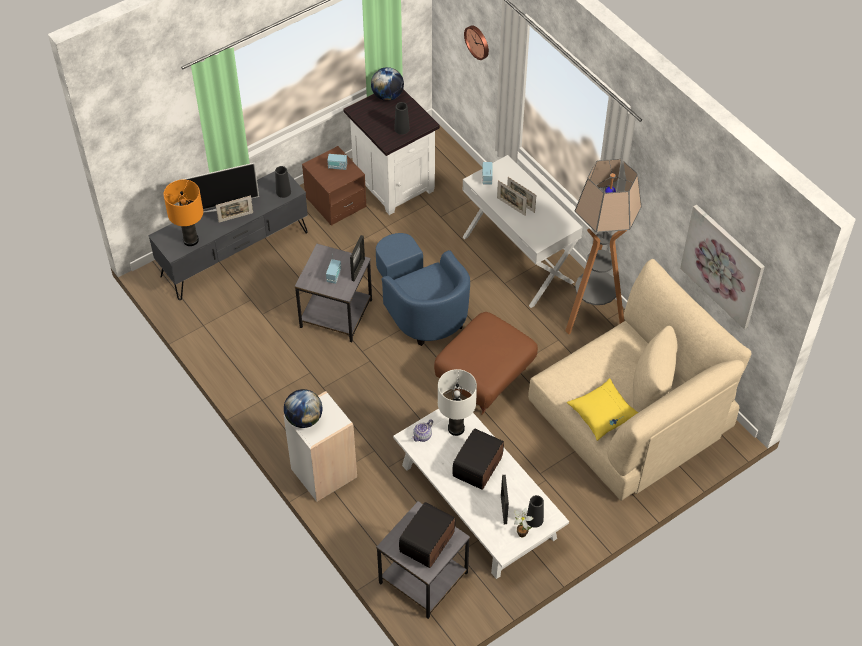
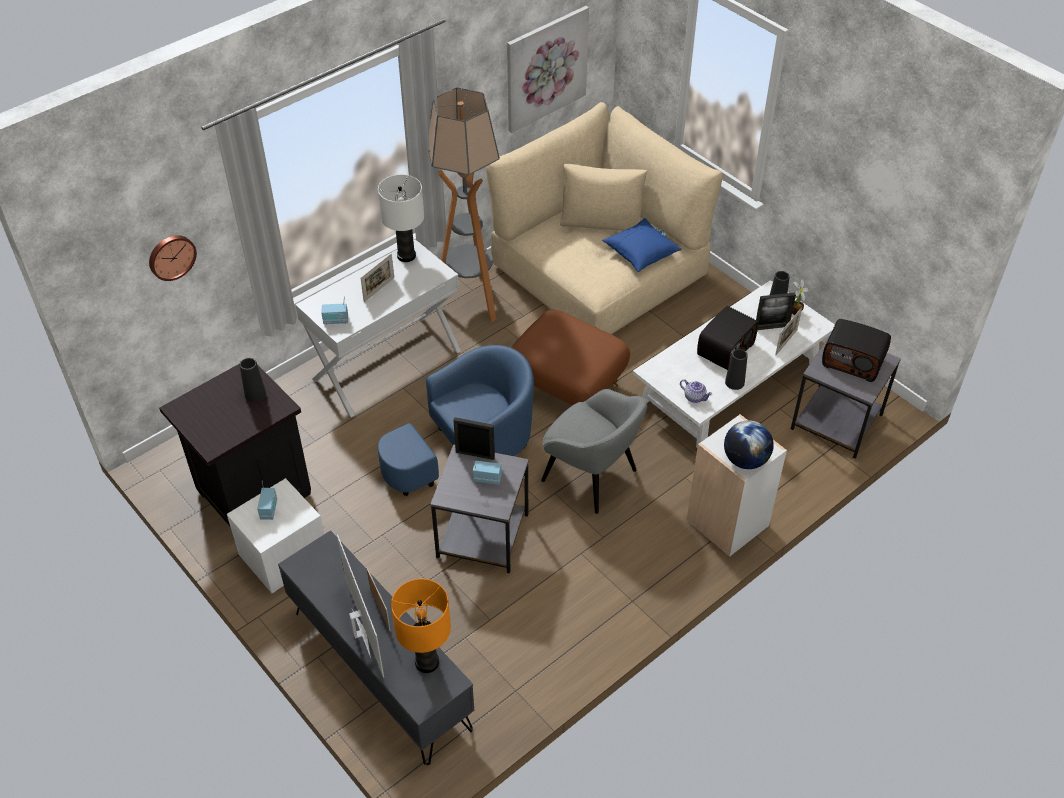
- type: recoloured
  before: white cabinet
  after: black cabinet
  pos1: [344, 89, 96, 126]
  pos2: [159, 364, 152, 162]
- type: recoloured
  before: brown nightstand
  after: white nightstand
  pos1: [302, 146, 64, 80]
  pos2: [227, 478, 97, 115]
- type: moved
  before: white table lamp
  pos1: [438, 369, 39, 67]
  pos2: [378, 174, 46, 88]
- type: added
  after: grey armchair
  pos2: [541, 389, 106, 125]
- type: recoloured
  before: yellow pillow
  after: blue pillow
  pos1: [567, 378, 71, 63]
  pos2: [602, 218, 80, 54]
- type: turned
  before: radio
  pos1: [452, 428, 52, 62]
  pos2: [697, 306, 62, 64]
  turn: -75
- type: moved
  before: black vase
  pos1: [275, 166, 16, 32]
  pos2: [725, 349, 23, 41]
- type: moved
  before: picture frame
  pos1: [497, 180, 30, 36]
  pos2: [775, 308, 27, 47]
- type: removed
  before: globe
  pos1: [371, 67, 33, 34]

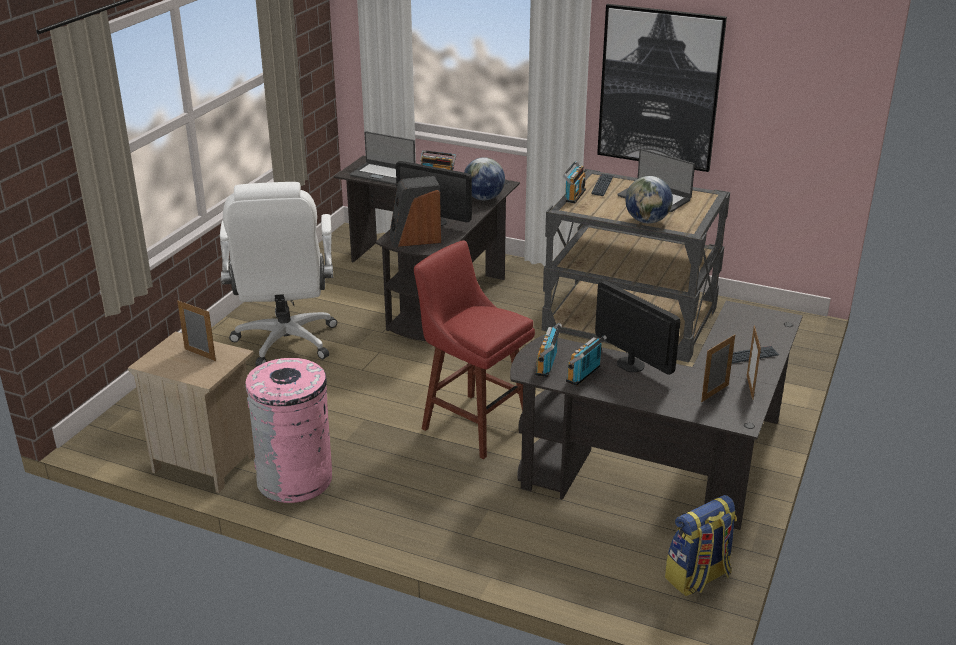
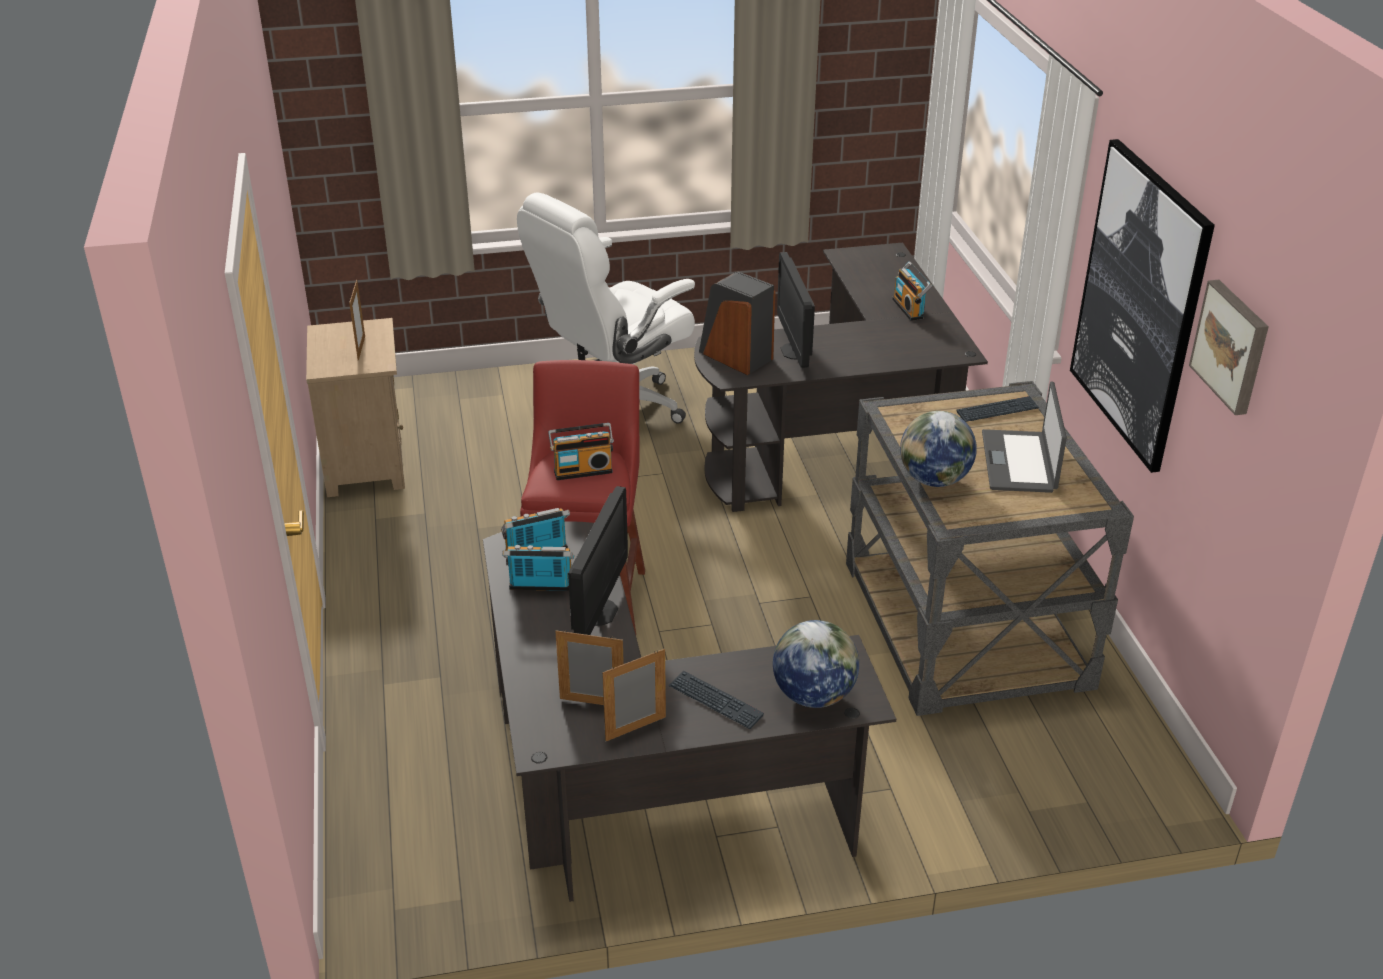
- type: moved
  before: radio
  pos1: [563, 161, 23, 42]
  pos2: [548, 423, 66, 57]
- type: moved
  before: globe
  pos1: [464, 157, 41, 43]
  pos2: [773, 620, 86, 88]
- type: added
  after: picture
  pos2: [1189, 280, 80, 135]
- type: removed
  before: pink trash can
  pos1: [245, 358, 87, 145]
- type: removed
  before: laptop
  pos1: [349, 131, 66, 54]
- type: removed
  before: backpack
  pos1: [665, 495, 72, 101]

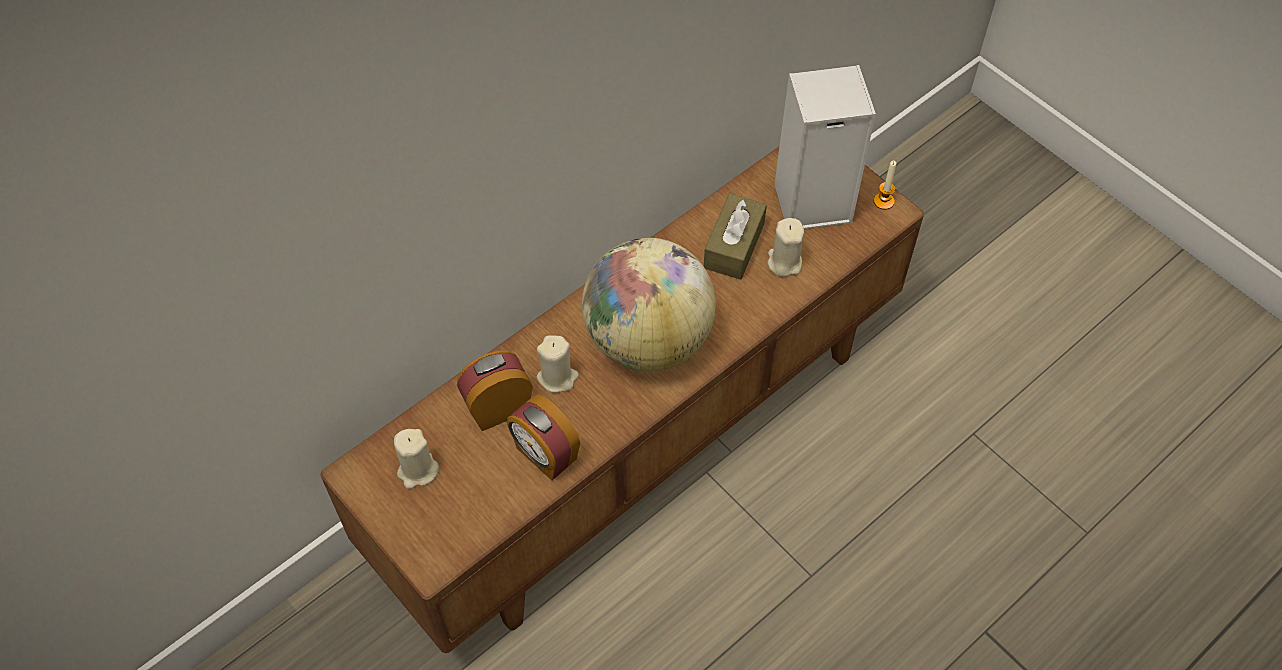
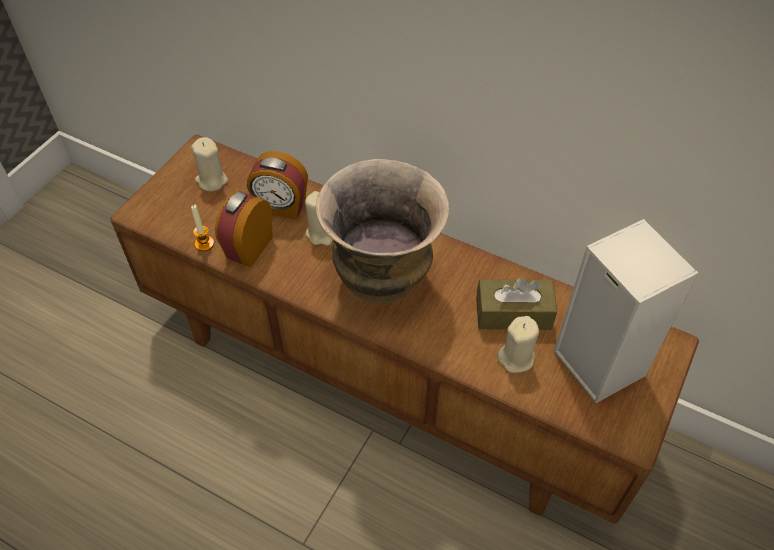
- type: moved
  before: candle
  pos1: [874, 161, 22, 49]
  pos2: [191, 204, 23, 47]
- type: turned
  before: alarm clock
  pos1: [457, 351, 76, 80]
  pos2: [247, 151, 61, 69]
  turn: 150
- type: replaced
  before: globe
  after: vase
  pos1: [582, 238, 134, 134]
  pos2: [316, 159, 134, 146]

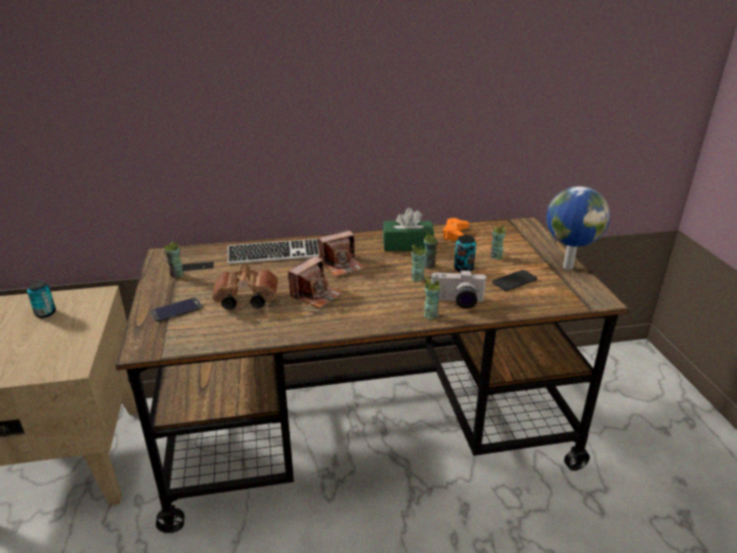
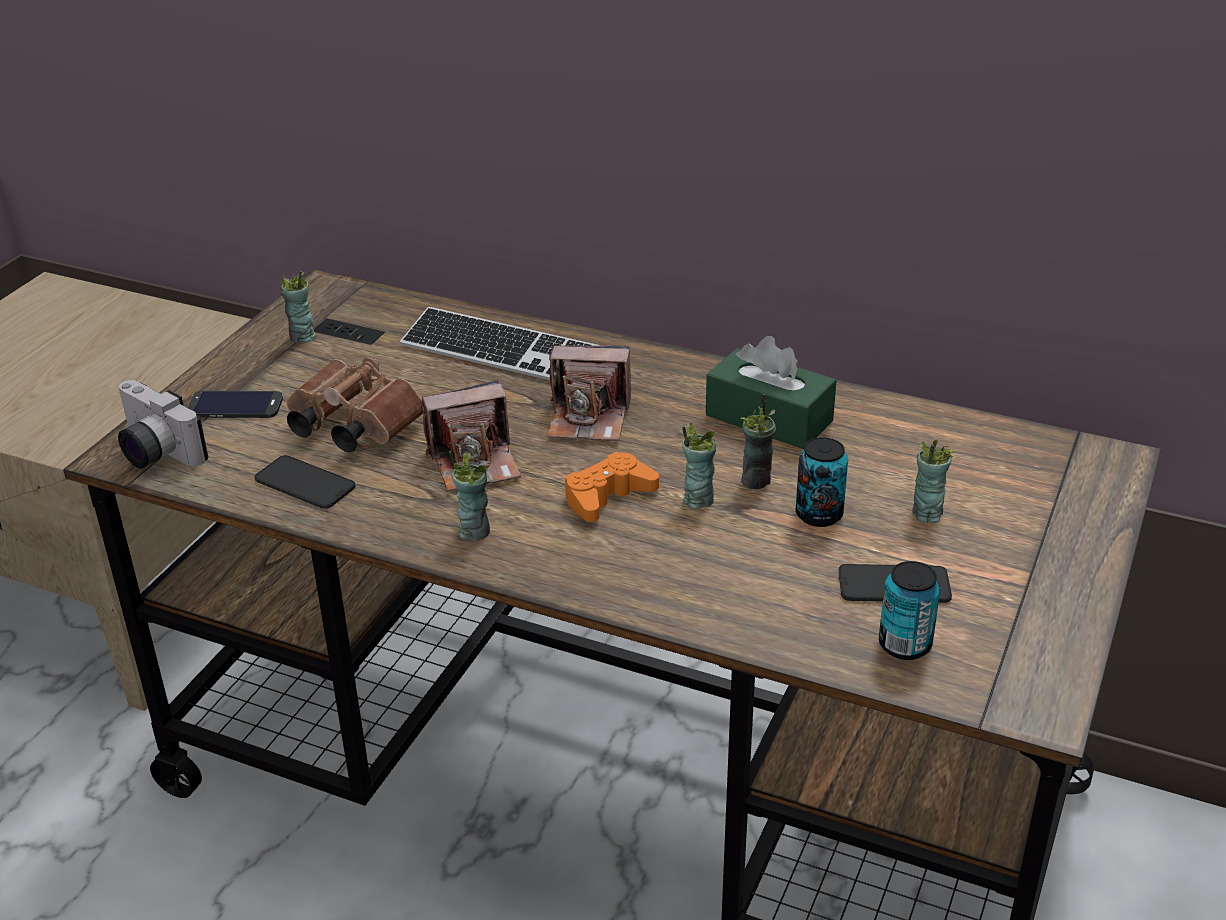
- type: moved
  before: photo camera
  pos1: [431, 270, 56, 39]
  pos2: [118, 380, 90, 89]
- type: added
  after: phone
  pos2: [255, 455, 100, 54]
- type: moved
  before: cup
  pos1: [424, 278, 17, 42]
  pos2: [449, 451, 41, 90]
- type: moved
  before: orange game controller
  pos1: [442, 218, 27, 23]
  pos2: [565, 452, 94, 70]
- type: moved
  before: can
  pos1: [27, 281, 29, 37]
  pos2: [879, 561, 61, 99]
- type: removed
  before: globe
  pos1: [546, 186, 64, 84]

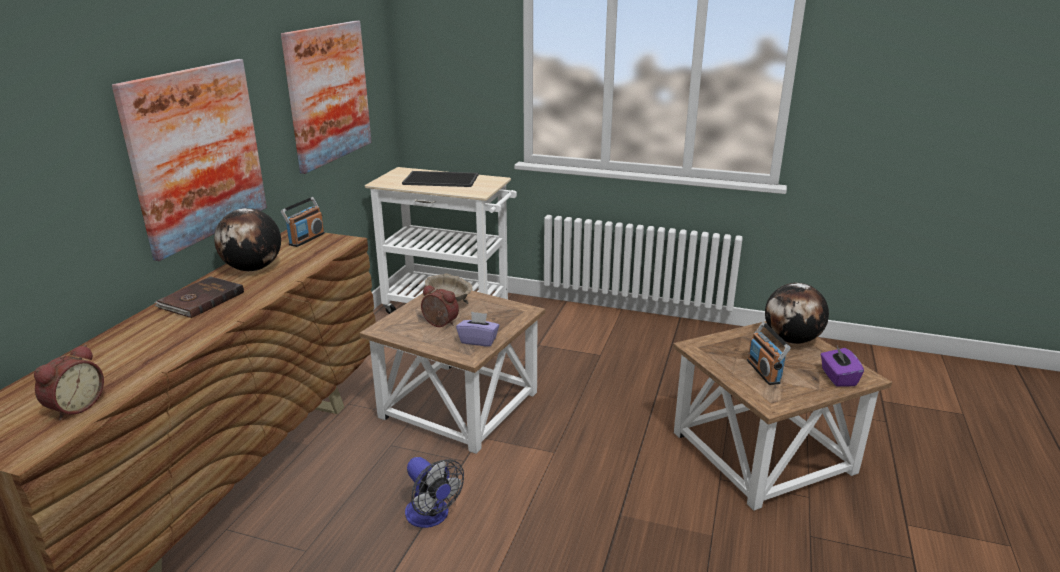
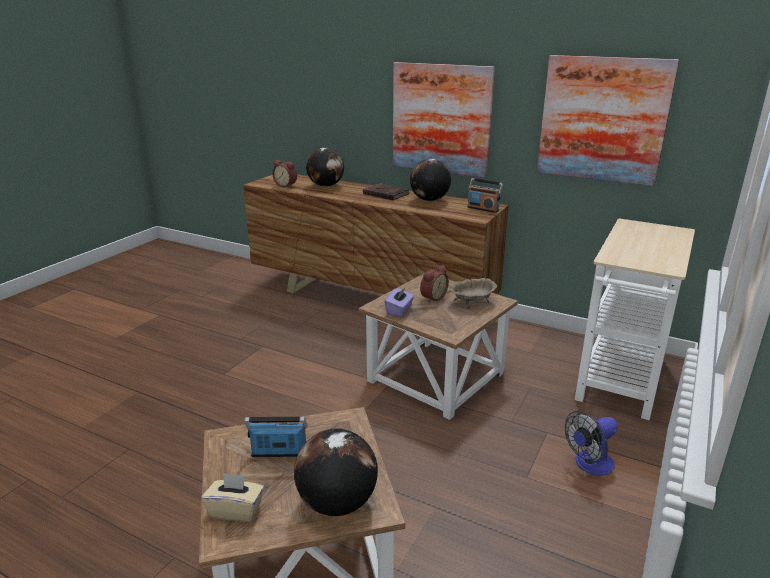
- type: recoloured
  before: purple tissue box
  after: beige tissue box
  pos1: [821, 346, 43, 41]
  pos2: [201, 473, 63, 49]
- type: added
  after: globe
  pos2: [306, 148, 38, 39]
- type: moved
  before: fan
  pos1: [405, 457, 59, 71]
  pos2: [565, 411, 53, 64]
- type: removed
  before: tray
  pos1: [402, 171, 76, 16]

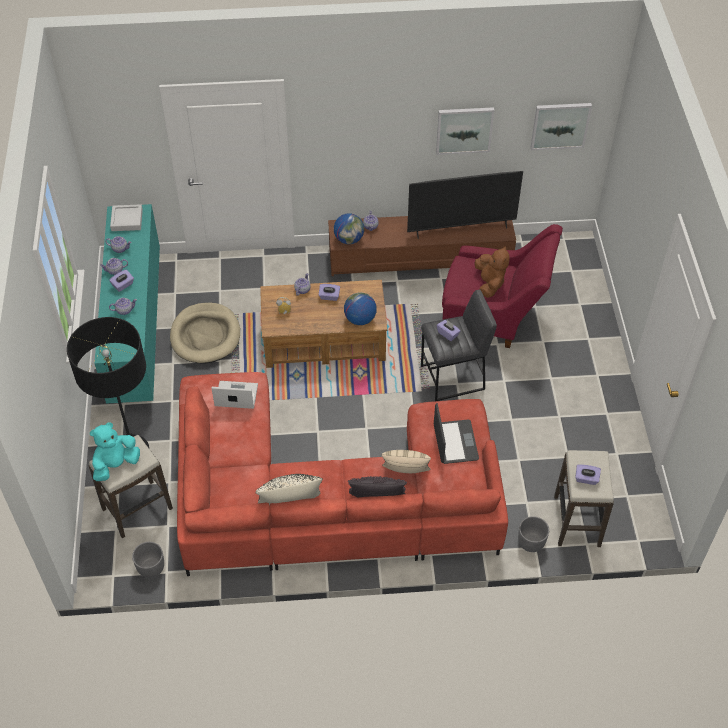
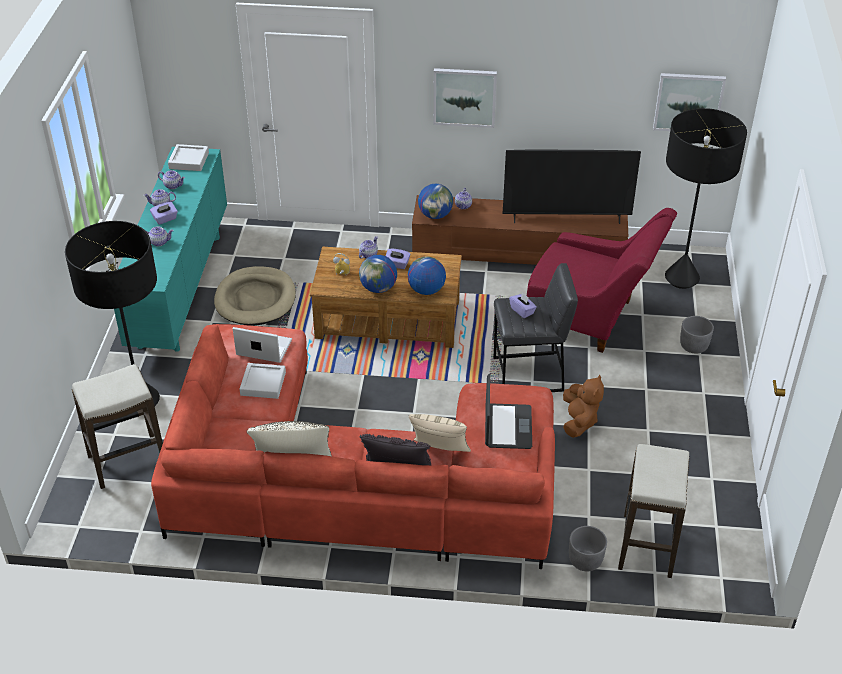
- type: added
  after: grey tray
  pos2: [239, 363, 47, 36]
- type: added
  after: globe
  pos2: [359, 255, 38, 38]
- type: moved
  before: picture
  pos1: [436, 107, 58, 48]
  pos2: [433, 68, 64, 60]
- type: moved
  before: brown plush toy
  pos1: [475, 246, 34, 52]
  pos2: [563, 375, 41, 63]
- type: added
  after: black floor lamp
  pos2: [665, 108, 82, 181]
- type: moved
  before: grey planter
  pos1: [132, 542, 32, 36]
  pos2: [680, 316, 34, 37]
- type: removed
  before: turquoise plush toy
  pos1: [90, 422, 50, 59]
- type: removed
  before: purple tissue box
  pos1: [575, 464, 26, 21]

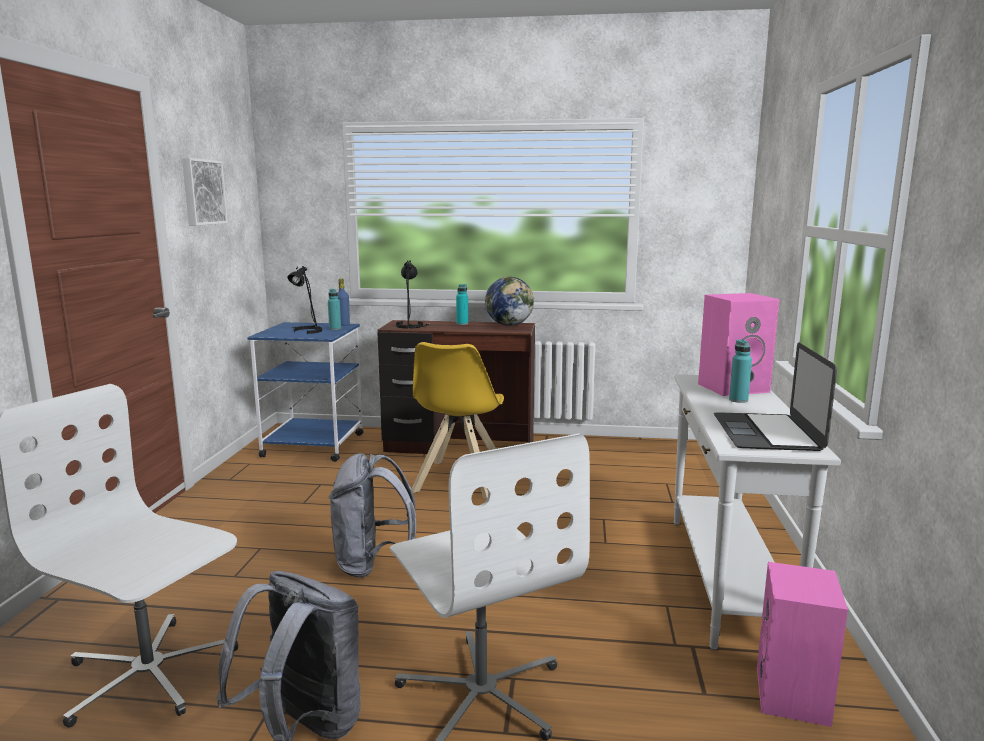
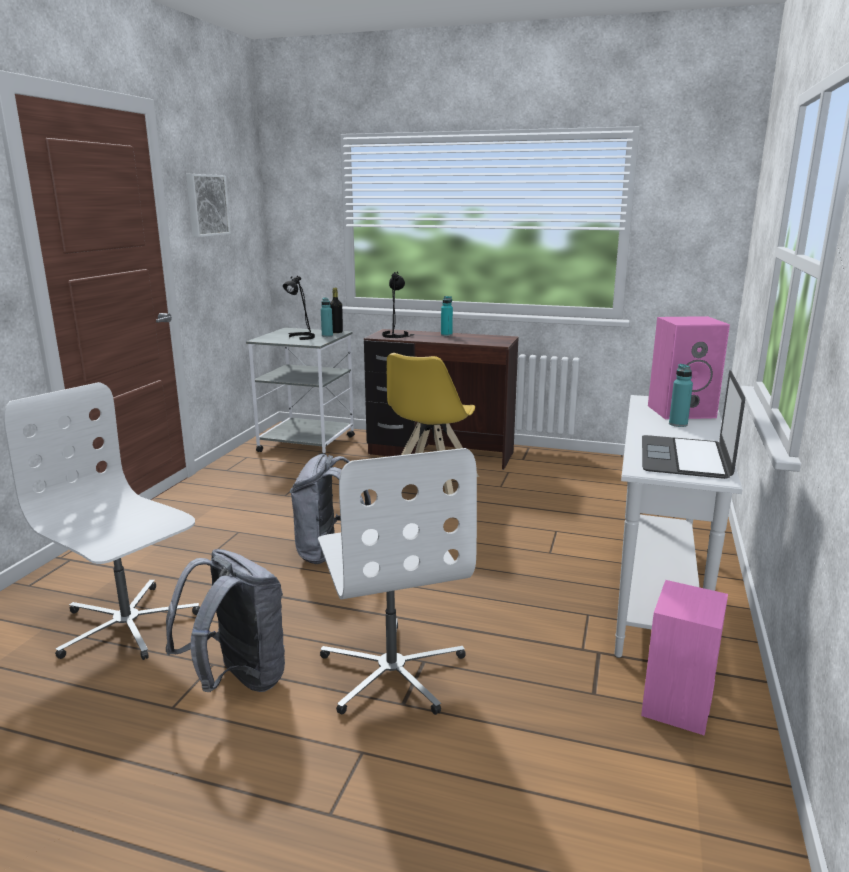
- type: recoloured
  before: blue cart
  after: grey cart
  pos1: [247, 322, 117, 140]
  pos2: [246, 328, 109, 126]
- type: recoloured
  before: blue bottle
  after: black bottle
  pos1: [338, 278, 12, 48]
  pos2: [330, 288, 13, 45]
- type: removed
  before: globe
  pos1: [485, 277, 49, 49]

